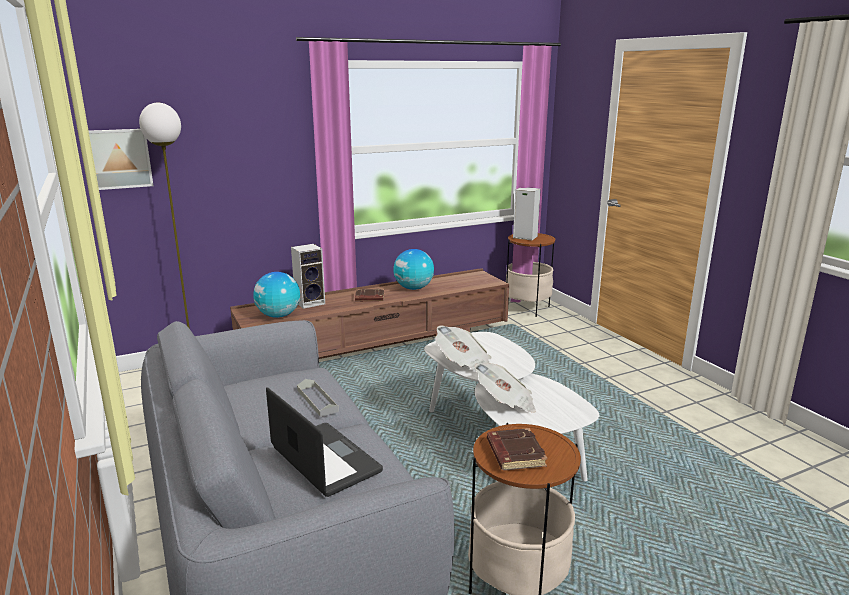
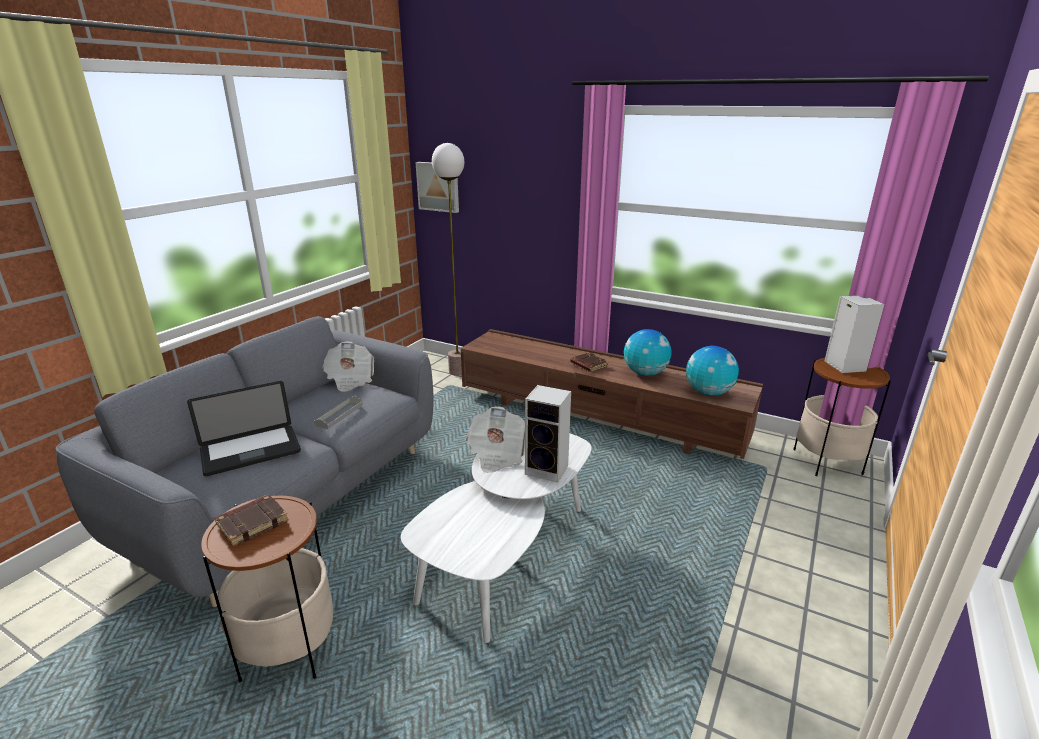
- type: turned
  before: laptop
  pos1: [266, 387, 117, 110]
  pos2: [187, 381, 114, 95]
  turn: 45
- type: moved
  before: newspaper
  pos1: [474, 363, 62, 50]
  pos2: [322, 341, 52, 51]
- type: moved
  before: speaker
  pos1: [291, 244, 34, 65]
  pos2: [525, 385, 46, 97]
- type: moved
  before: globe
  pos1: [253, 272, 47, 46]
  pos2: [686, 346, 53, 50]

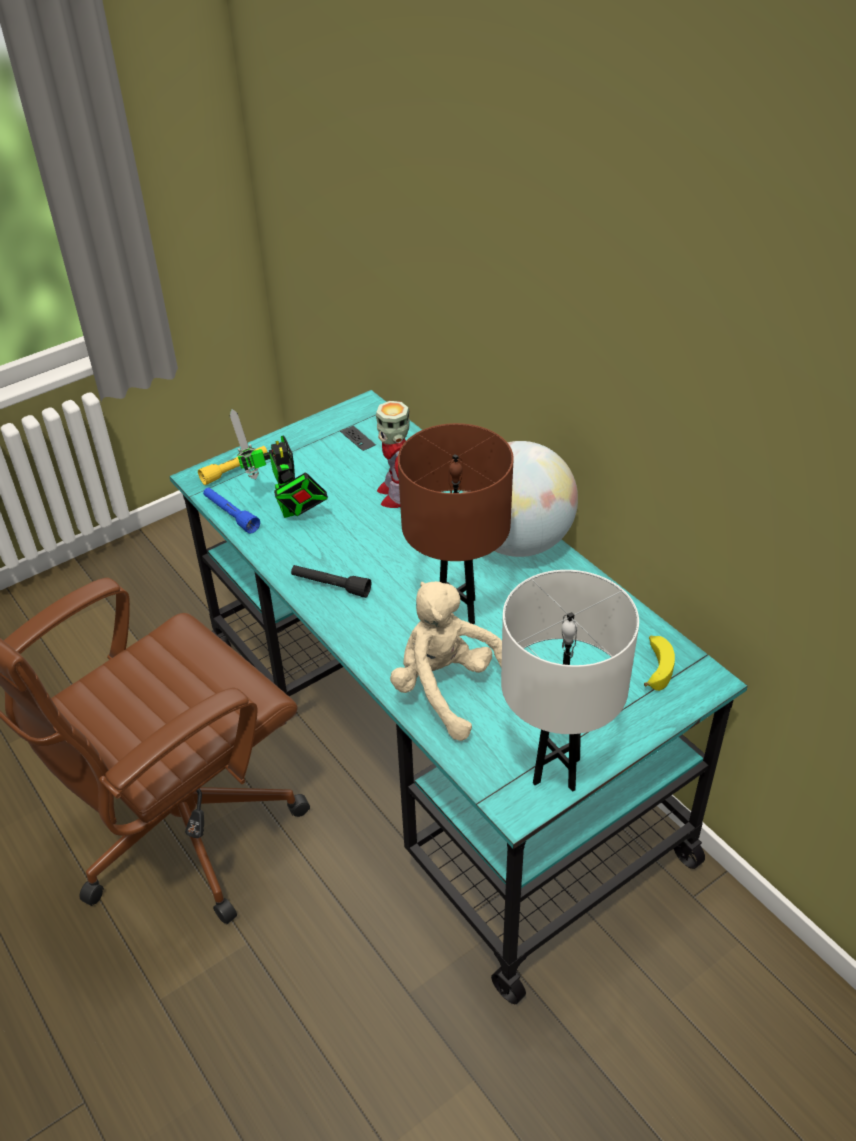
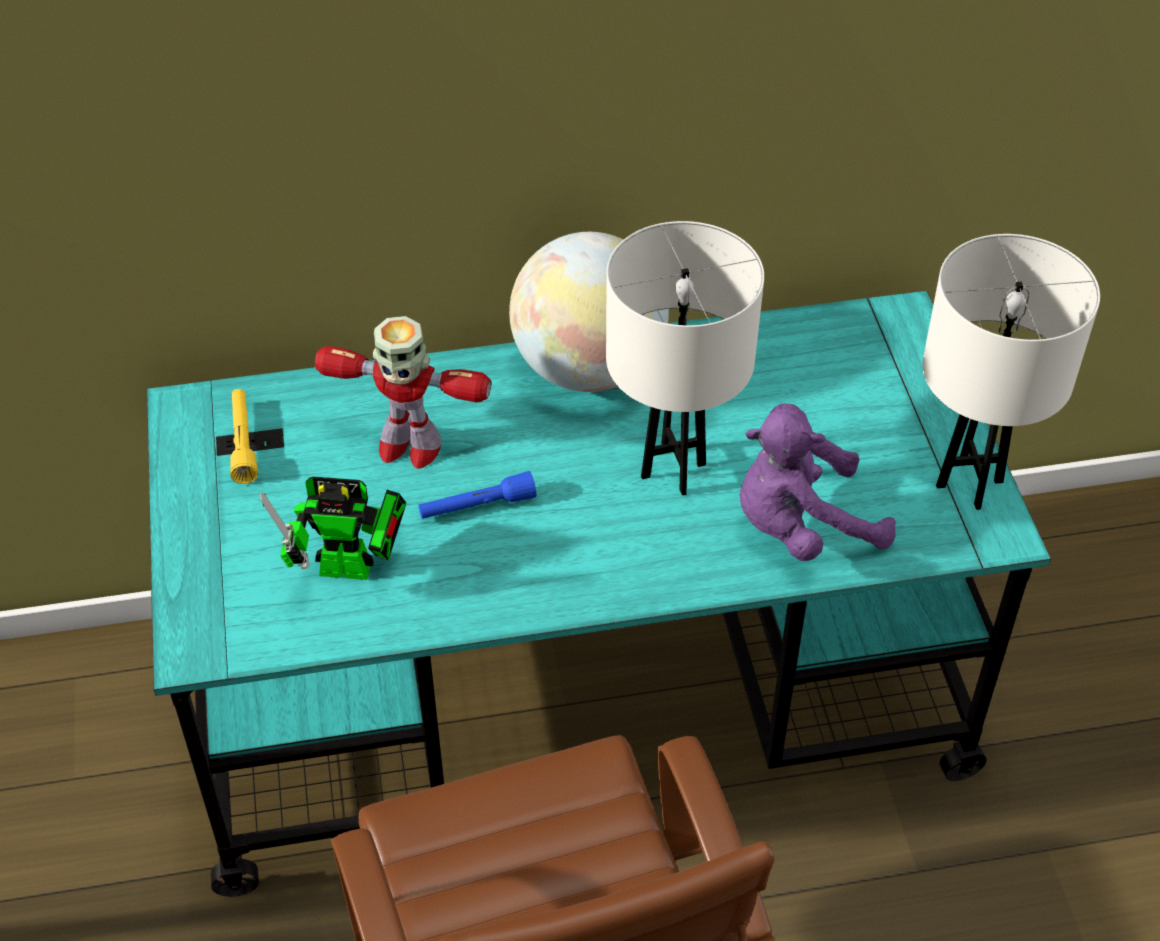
- type: moved
  before: yellow flashlight
  pos1: [198, 446, 69, 39]
  pos2: [230, 389, 28, 95]
- type: moved
  before: blue flashlight
  pos1: [203, 487, 57, 47]
  pos2: [419, 471, 117, 48]
- type: recoloured
  before: brown table lamp
  after: white table lamp
  pos1: [398, 423, 116, 201]
  pos2: [606, 221, 158, 275]
- type: recoloured
  before: beige plush toy
  after: purple plush toy
  pos1: [390, 581, 112, 160]
  pos2: [740, 403, 156, 158]
- type: removed
  before: black flashlight
  pos1: [291, 565, 80, 33]
- type: removed
  before: banana
  pos1: [644, 635, 31, 56]

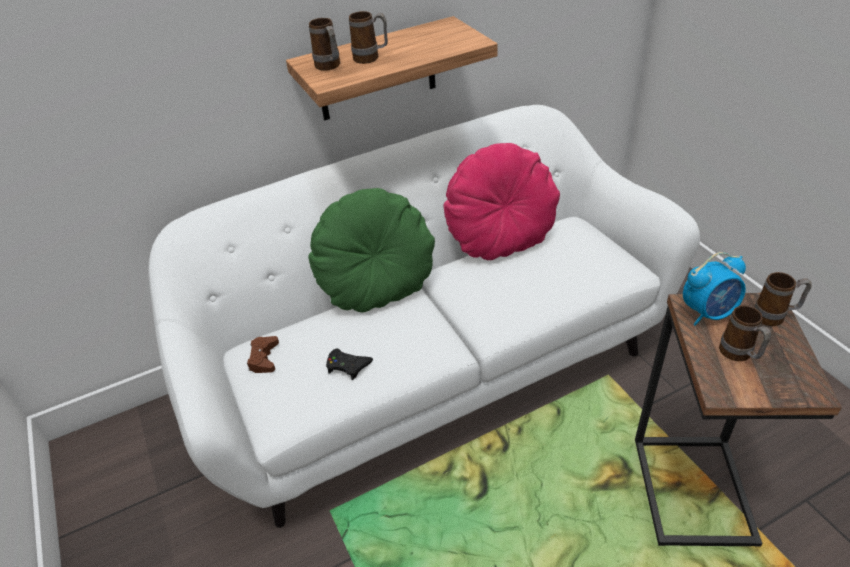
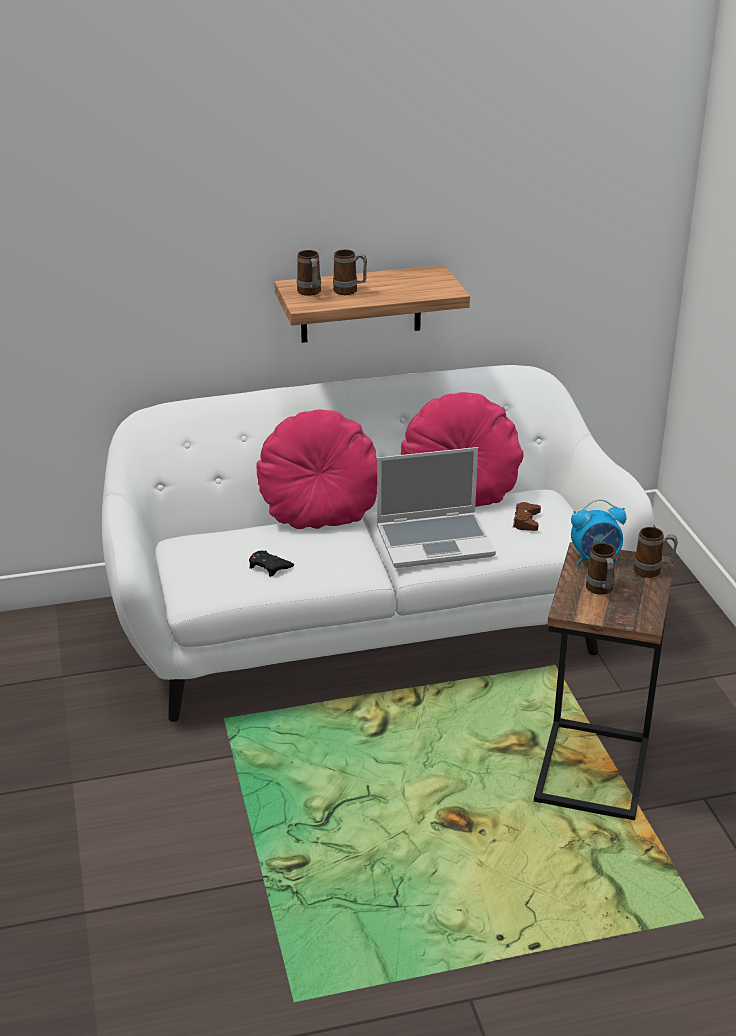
- type: recoloured
  before: green pillow
  after: pink pillow
  pos1: [308, 188, 127, 124]
  pos2: [256, 409, 121, 120]
- type: added
  after: laptop
  pos2: [377, 447, 119, 121]
- type: moved
  before: brown game controller
  pos1: [247, 336, 32, 37]
  pos2: [513, 502, 28, 29]

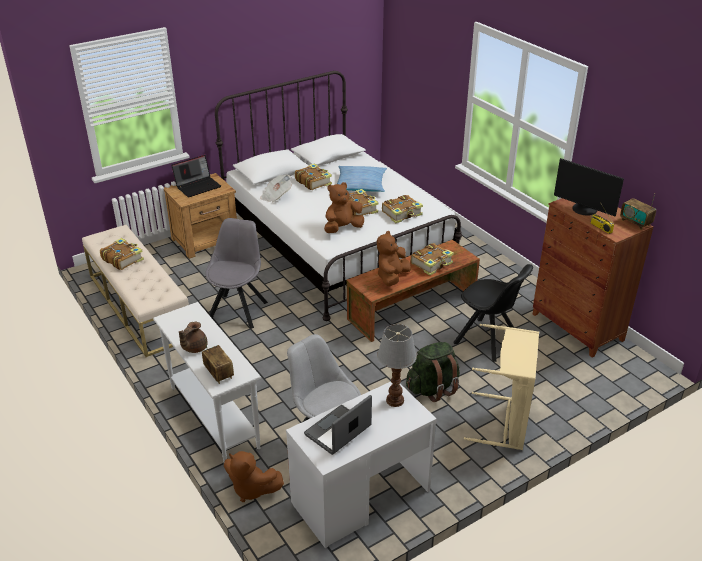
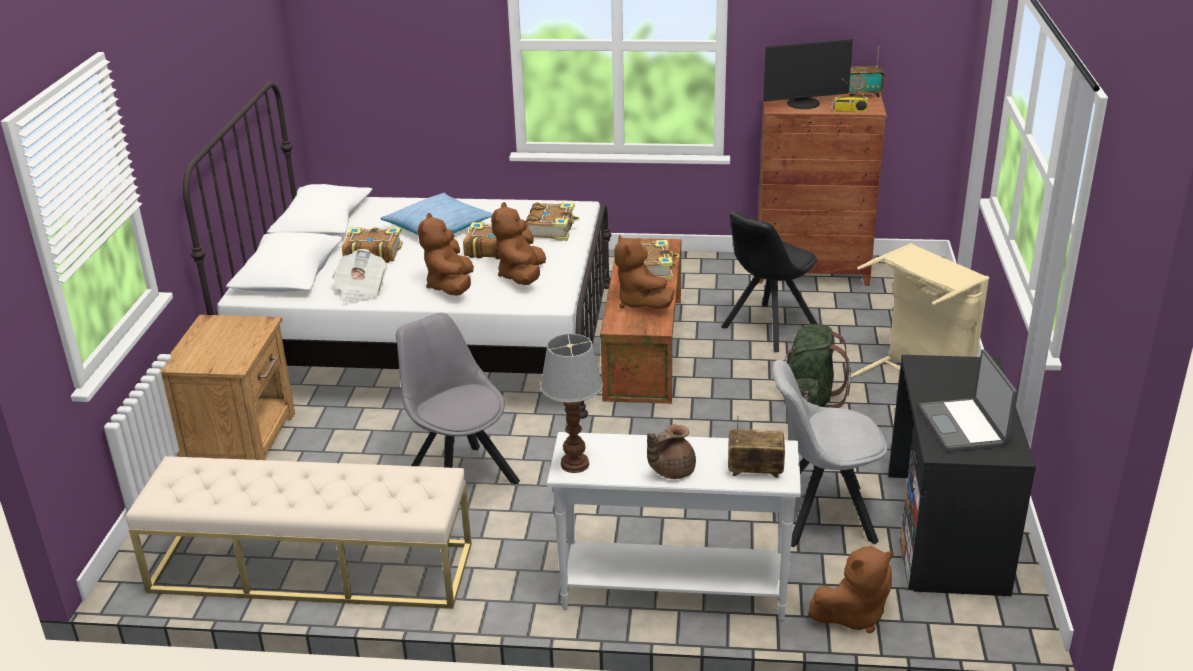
- type: added
  after: brown plush toy
  pos2: [418, 213, 56, 83]
- type: moved
  before: table lamp
  pos1: [377, 324, 40, 83]
  pos2: [540, 334, 63, 139]
- type: turned
  before: brown teapot
  pos1: [179, 321, 28, 32]
  pos2: [647, 424, 49, 55]
  turn: 75
- type: turned
  before: black chair
  pos1: [454, 264, 79, 98]
  pos2: [721, 211, 97, 141]
  turn: 150
- type: recoloured
  before: white desk
  after: black desk
  pos1: [286, 382, 151, 166]
  pos2: [888, 355, 148, 241]
- type: removed
  before: book
  pos1: [100, 238, 44, 32]
- type: removed
  before: laptop
  pos1: [171, 155, 50, 42]

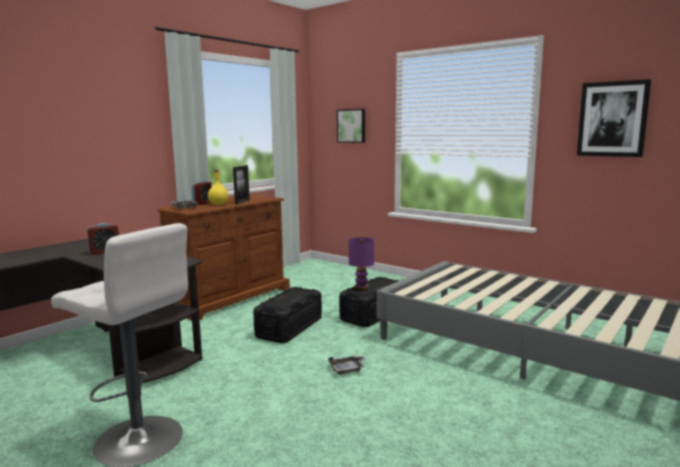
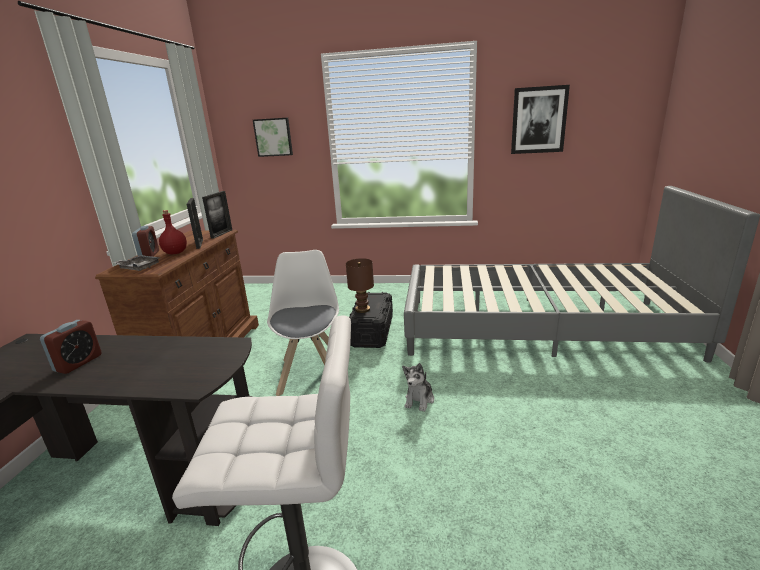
- type: recoloured
  before: yellow bottle
  after: red bottle
  pos1: [208, 170, 20, 35]
  pos2: [159, 210, 28, 44]
- type: added
  after: picture frame
  pos2: [202, 191, 30, 48]
- type: replaced
  before: black storage box
  after: chair
  pos1: [253, 287, 69, 56]
  pos2: [267, 250, 72, 146]
- type: recoloured
  before: purple table lamp
  after: brown table lamp
  pos1: [349, 237, 25, 53]
  pos2: [346, 258, 28, 55]
- type: replaced
  before: grey tray
  after: plush toy
  pos1: [328, 355, 38, 20]
  pos2: [402, 363, 32, 49]

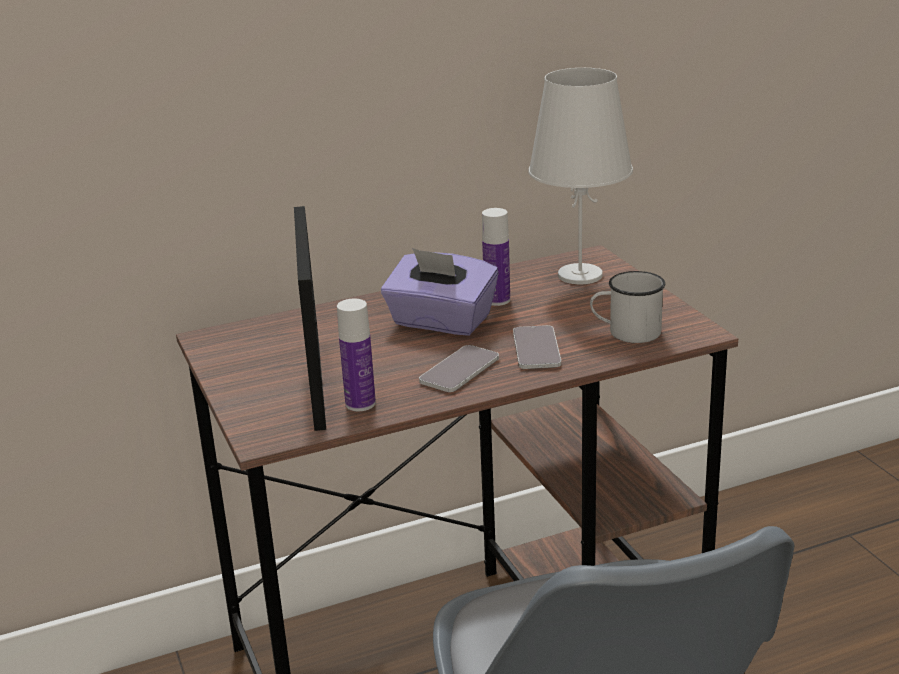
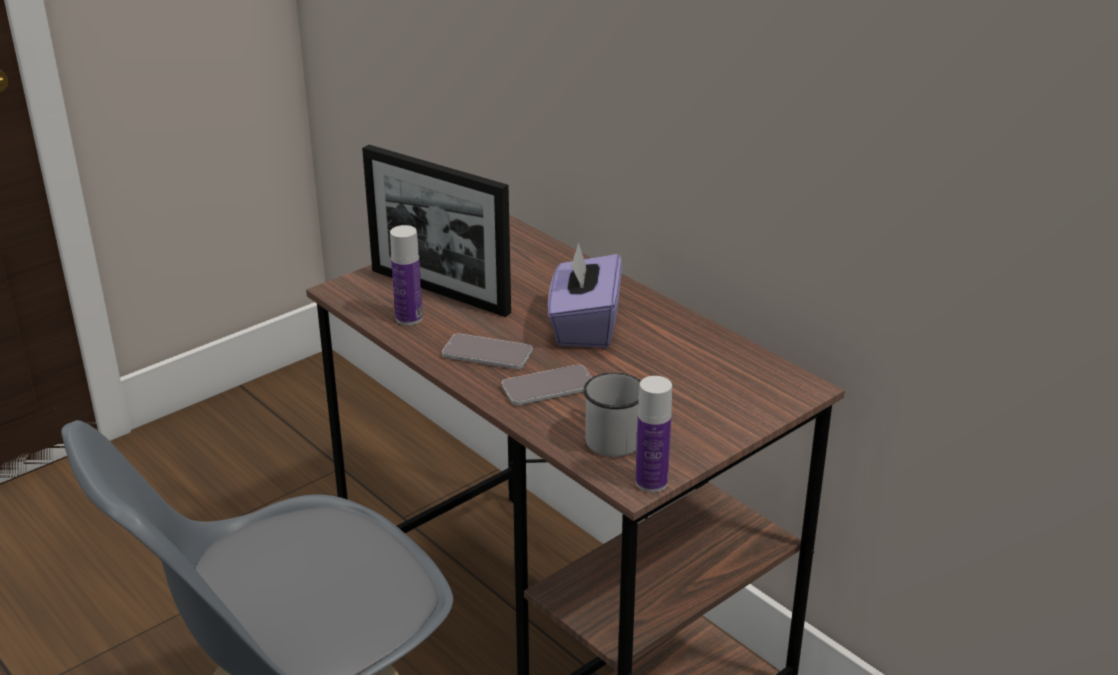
- type: turned
  before: picture frame
  pos1: [294, 206, 32, 225]
  pos2: [362, 145, 149, 172]
  turn: -120
- type: moved
  before: bottle
  pos1: [482, 208, 28, 98]
  pos2: [635, 376, 37, 116]
- type: removed
  before: white table lamp
  pos1: [528, 68, 105, 216]

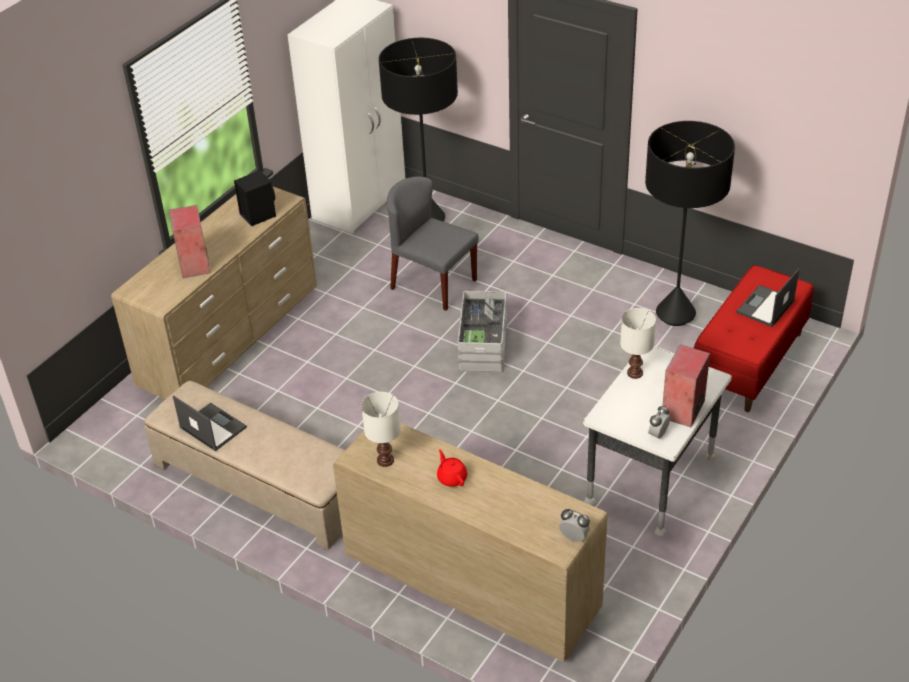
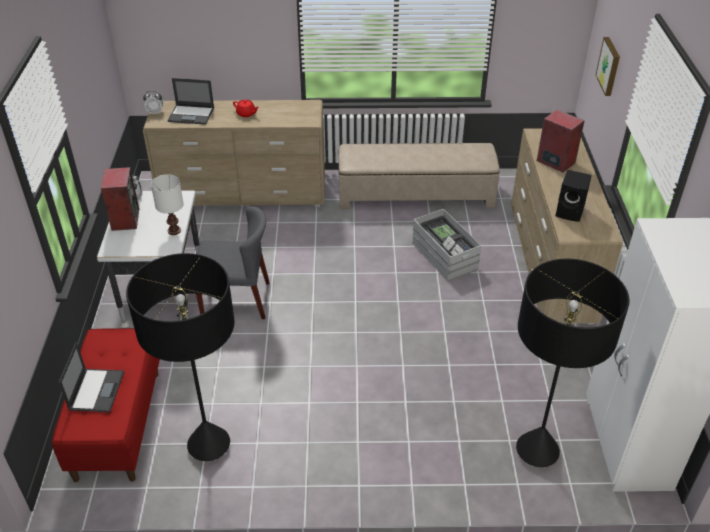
- type: moved
  before: laptop
  pos1: [173, 395, 74, 56]
  pos2: [167, 78, 47, 47]
- type: moved
  before: grey chair
  pos1: [387, 176, 92, 135]
  pos2: [196, 206, 74, 113]
- type: moved
  before: grey storage box
  pos1: [458, 291, 49, 81]
  pos2: [412, 209, 69, 72]
- type: added
  after: picture
  pos2: [596, 37, 24, 59]
- type: removed
  before: white table lamp
  pos1: [361, 392, 40, 75]

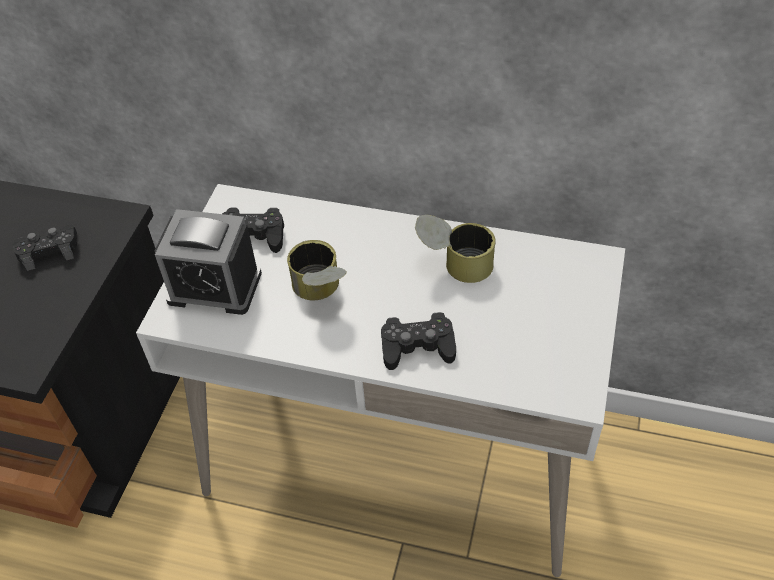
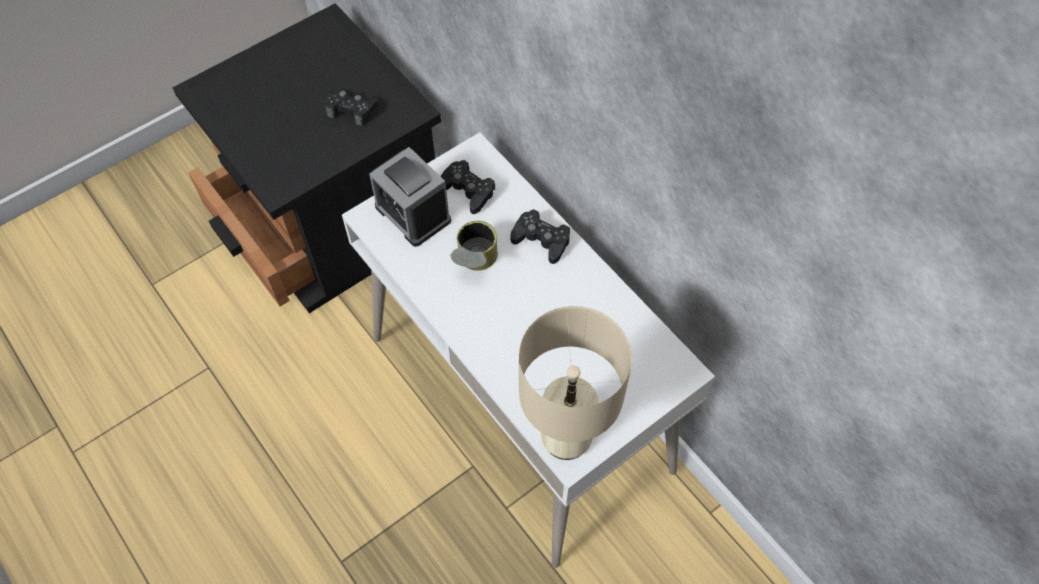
- type: moved
  before: black game controller
  pos1: [381, 312, 75, 58]
  pos2: [511, 209, 59, 55]
- type: added
  after: beige table lamp
  pos2: [519, 306, 113, 154]
- type: removed
  before: can
  pos1: [415, 215, 81, 68]

